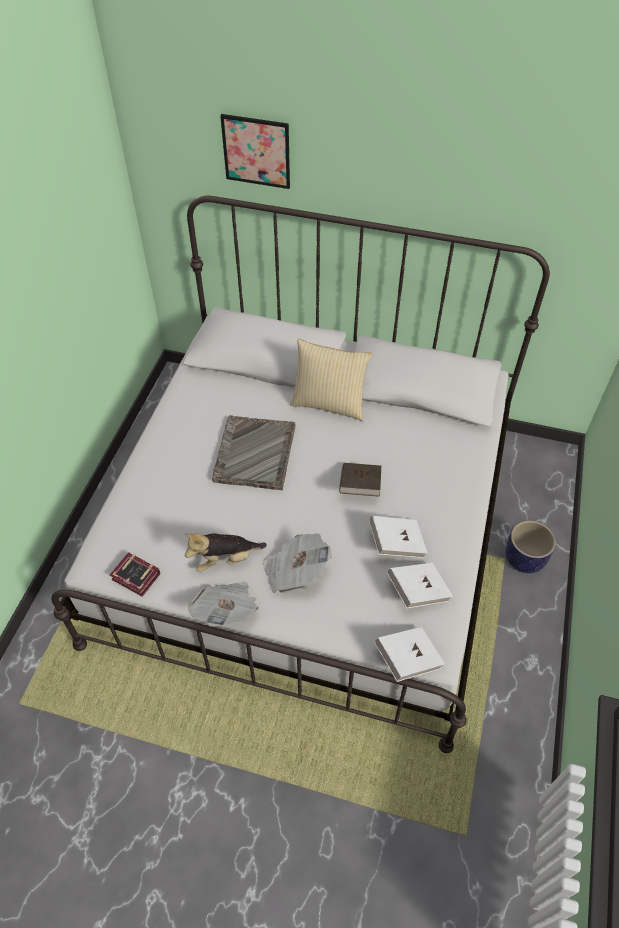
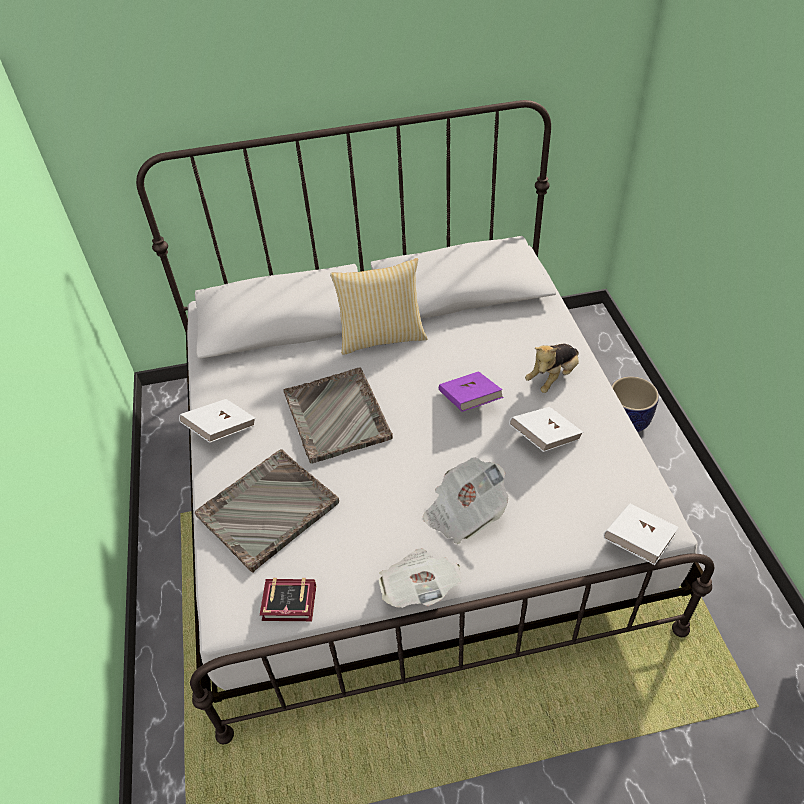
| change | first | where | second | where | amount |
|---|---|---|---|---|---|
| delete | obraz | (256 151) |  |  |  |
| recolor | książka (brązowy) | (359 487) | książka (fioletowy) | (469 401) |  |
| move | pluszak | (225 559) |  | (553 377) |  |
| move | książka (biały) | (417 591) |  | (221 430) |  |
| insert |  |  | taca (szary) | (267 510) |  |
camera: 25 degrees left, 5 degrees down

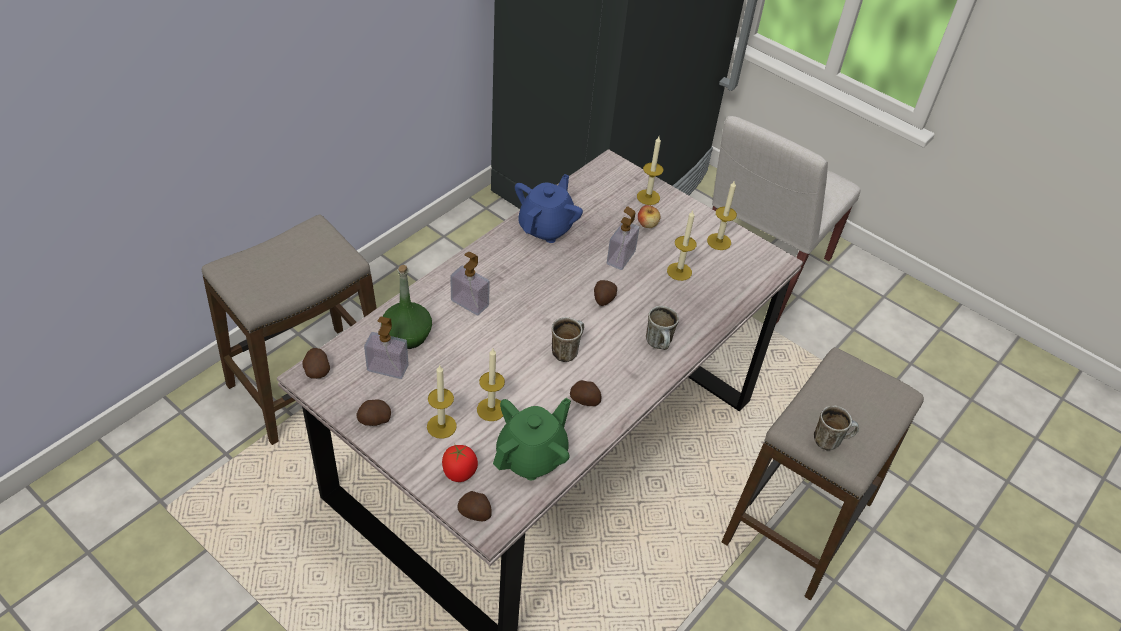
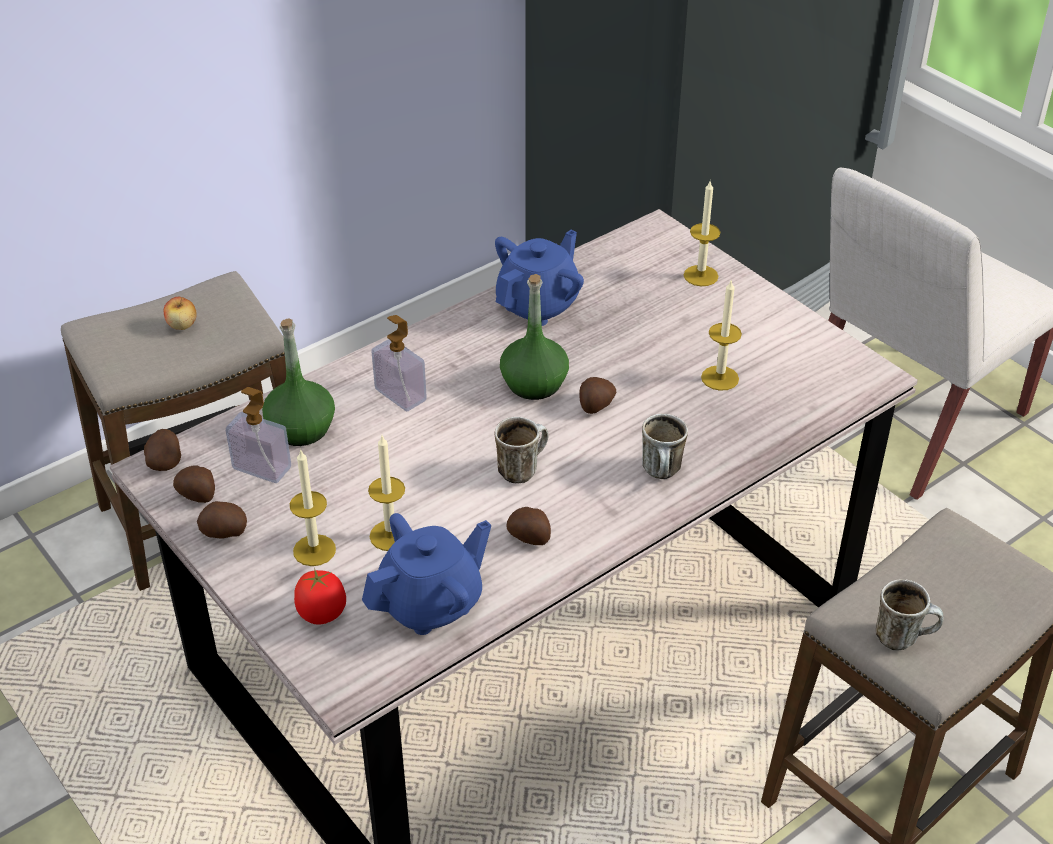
| change | first | where | second | where | amount |
|---|---|---|---|---|---|
| delete | świeca | (719 241) |  |  |  |
| move | jabłko | (647 224) |  | (182 325) |  |
| delete | dozownik mydła | (621 258) |  |  |  |
| recolor | imbryk (zielony) | (532 456) | imbryk (niebieski) | (431 603) |  |
| move | ziemniak | (475 513) |  | (198 495) |  |
| insert |  |  | butelka (zielony) | (534 384) |  |
camera: 15 degrees right, 5 degrees down

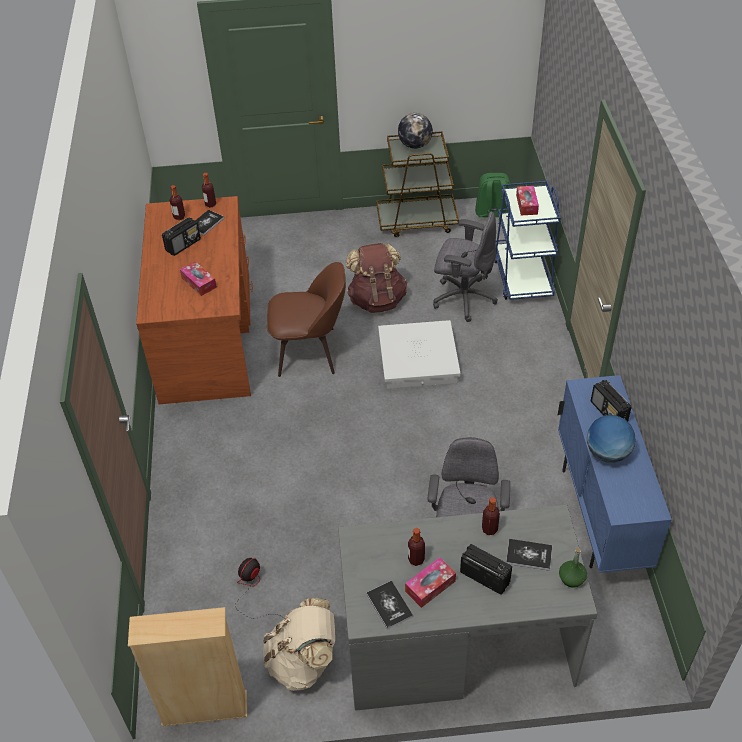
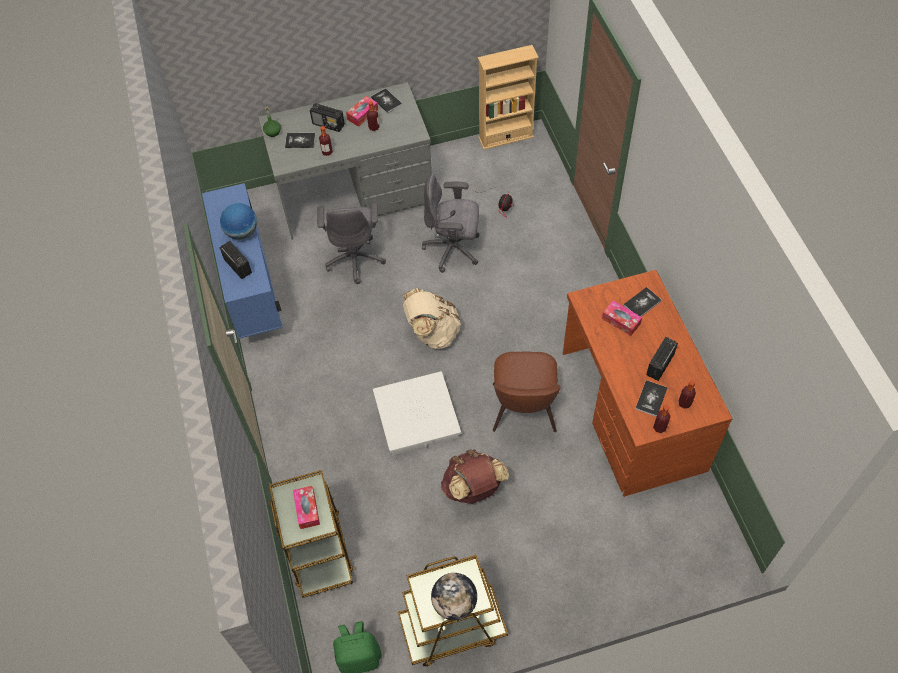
| change | first | where | second | where | amount |
|---|---|---|---|---|---|
| recolor | wózek (niebieski) | (522 277) | wózek (brązowy) | (318 549) |  |
| move | krzesło biurowe (szary) | (463 298) |  | (453 249) |  |
| rotate | krzesło (brązowy) | (310 351) |  | (524 410) | 75 degrees counterclockwise |
| move | plecak (beżowy) | (303 662) |  | (432 332) |  |
| insert |  |  | książka | (642 303) |  |
camera: 170 degrees right, 10 degrees up

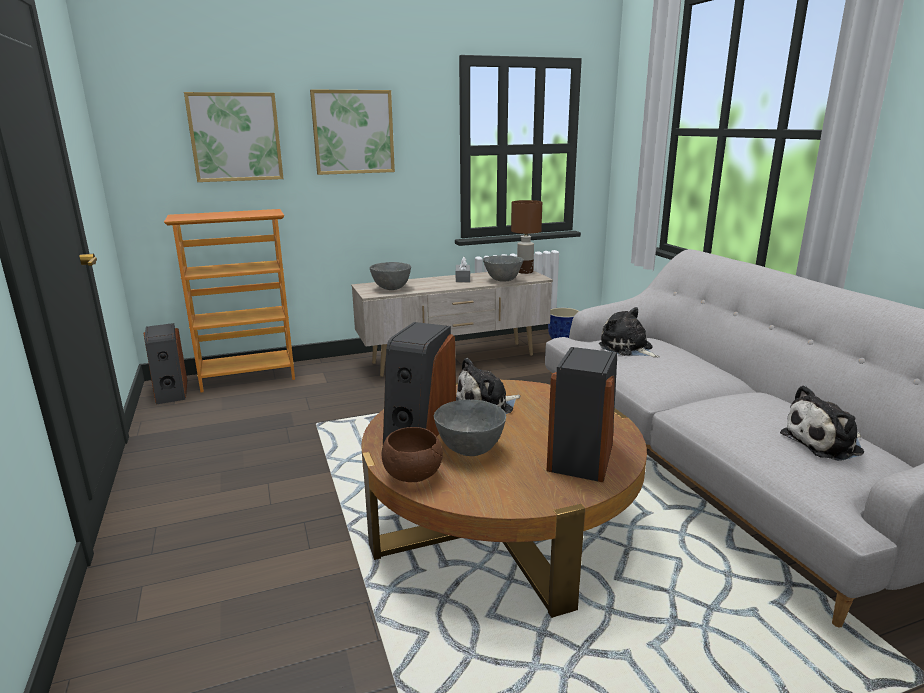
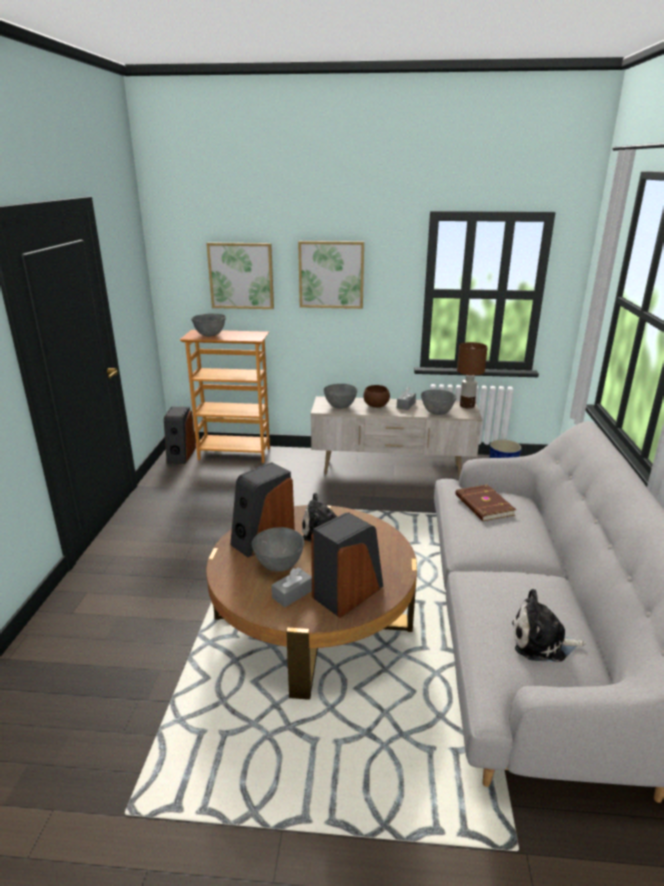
| change | first | where | second | where | amount |
|---|---|---|---|---|---|
| replace | pluszak | (627 348) | książka (brązowy) | (483 505) |  |
| move | miska (brązowy) | (413 476) |  | (376 406) |  |
| insert |  |  | miska (szary) | (209 335) |  |
| insert |  |  | pudełko chusteczek (szary) | (292 594) |  |
camera: 25 degrees right, 5 degrees up

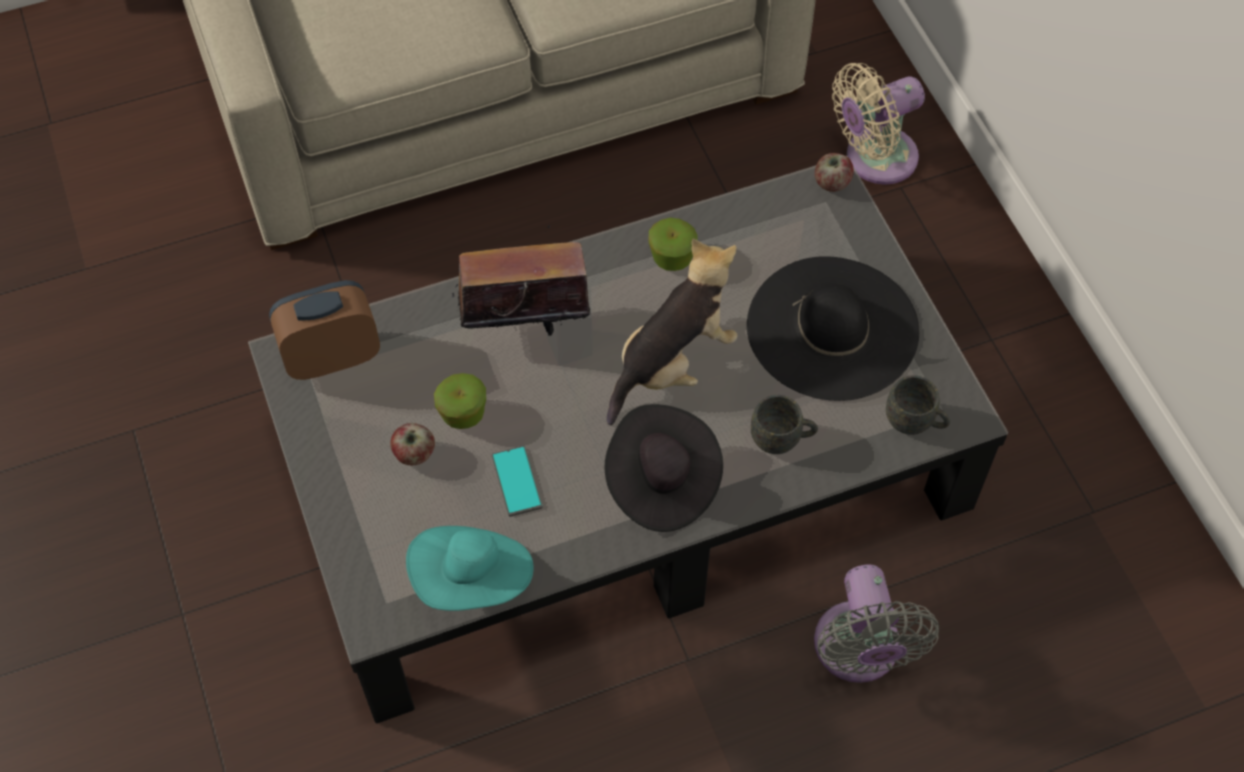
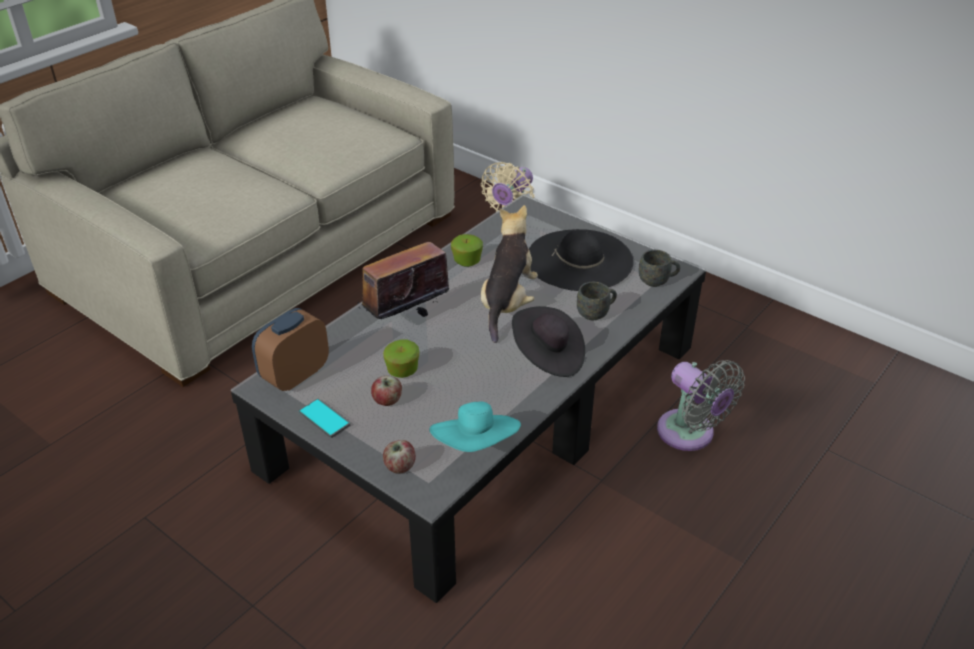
| change | first | where | second | where | amount |
|---|---|---|---|---|---|
| move | jabłko | (831 183) |  | (399 467) |  |
| move | telefon | (517 481) |  | (324 418) |  |
camera: 30 degrees left, 20 degrees down

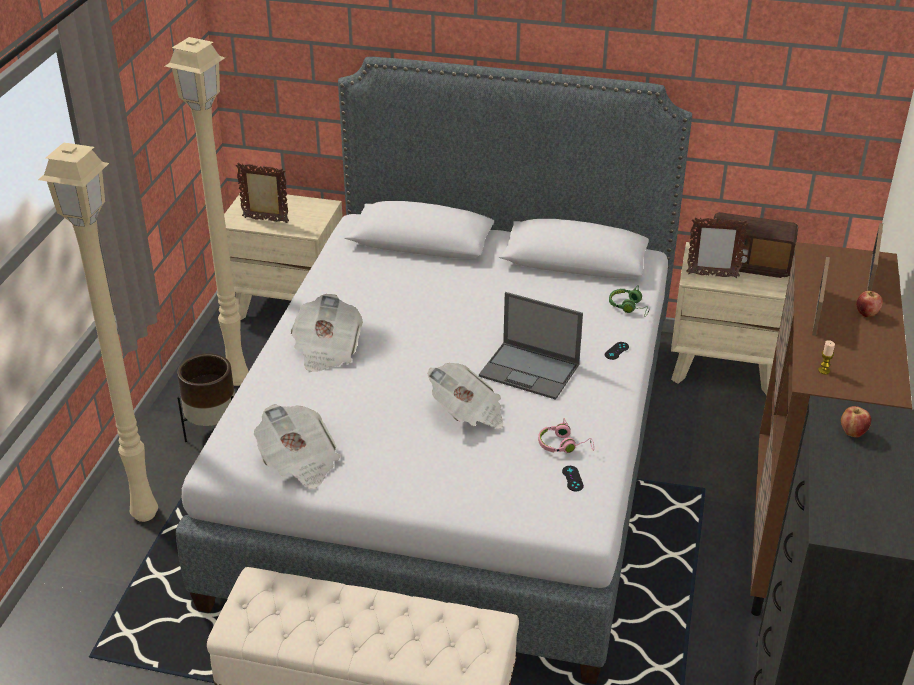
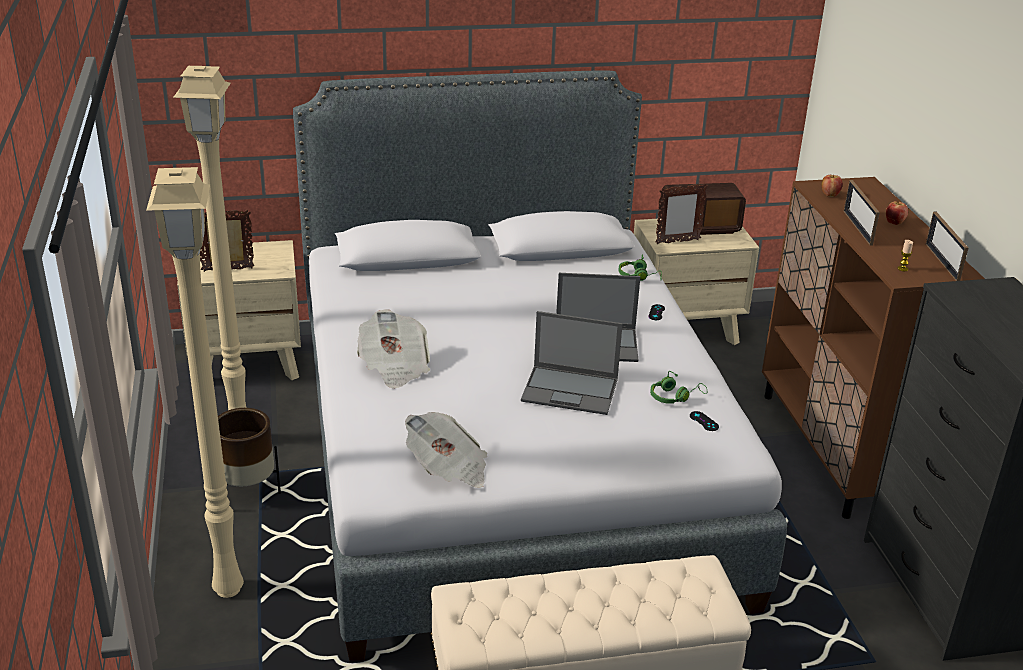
| change | first | where | second | where | amount |
|---|---|---|---|---|---|
| move | ramka na zdjęcie | (871 275) |  | (942 262) |  |
| replace | gazeta | (468 413) | laptop | (571 390) |  |
| move | jabłko | (853 432) |  | (830 195) |  |
| recolor | słuchawki (różowy) | (564 445) | słuchawki (zielony) | (674 396) |  |
camera: 25 degrees left, 5 degrees down

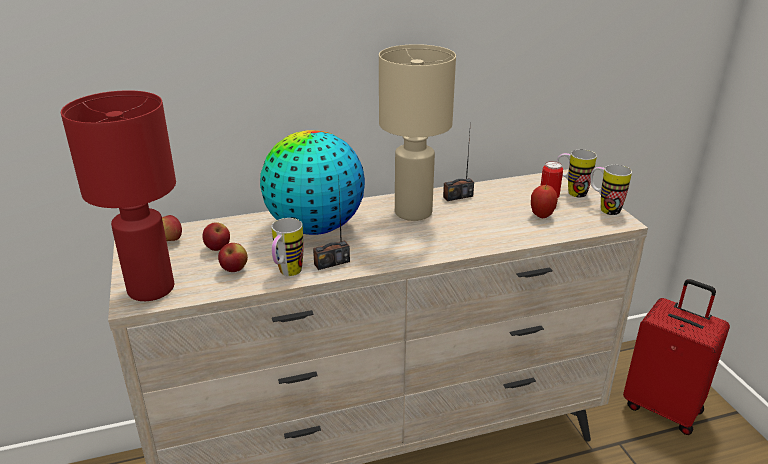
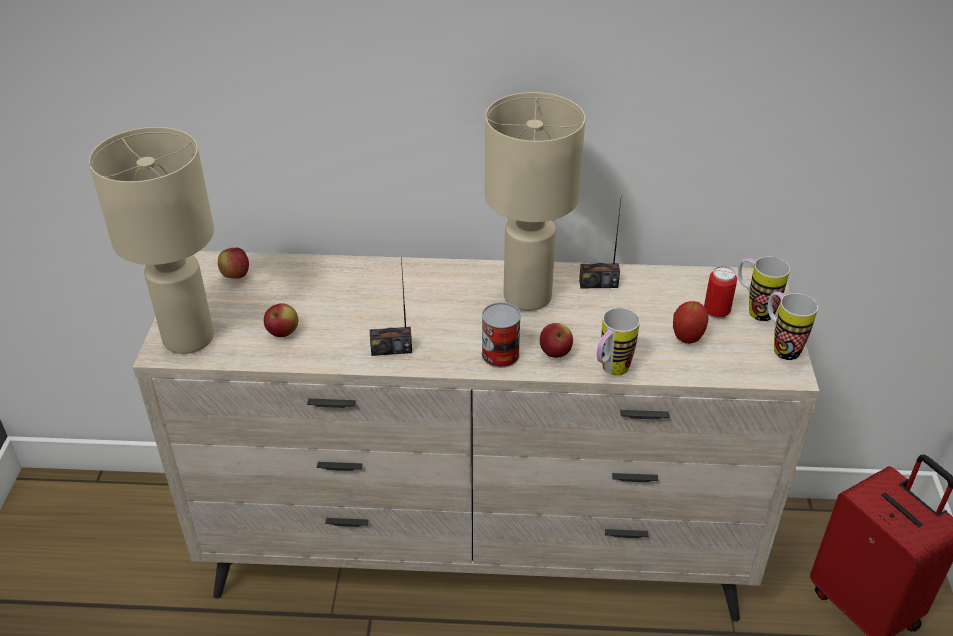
| change | first | where | second | where | amount |
|---|---|---|---|---|---|
| recolor | lampa stołowa (czerwony) | (151 288) | lampa stołowa (beżowy) | (189 337) |  |
| delete | globus | (314 227) |  |  |  |
| move | kubek | (287 274) |  | (610 371) |  |
| move | jabłko | (218 248) |  | (555 353) |  |
| insert |  |  | puszka | (500 355) |  |
camera: 20 degrees right, 10 degrees up

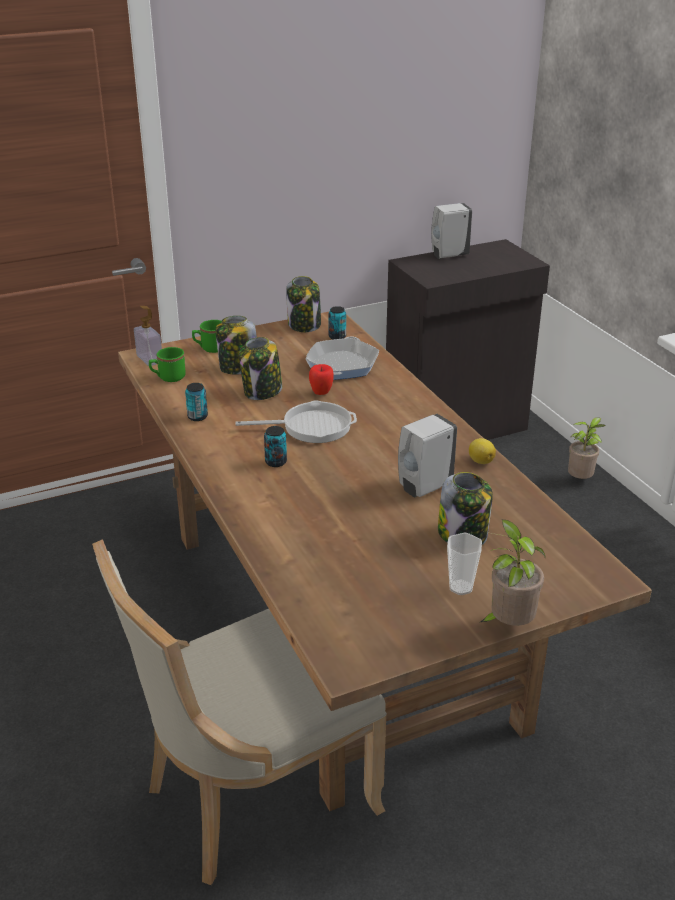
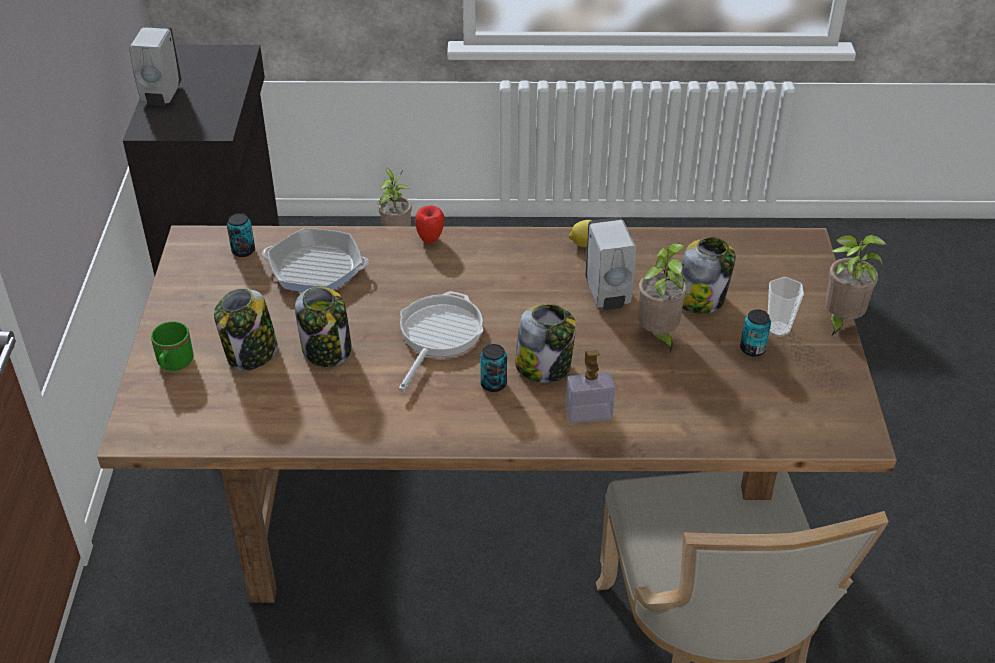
| change | first | where | second | where | amount |
|---|---|---|---|---|---|
| move | słoik | (304 325) |  | (544 366) |  |
| move | dozownik mydła | (149 359) |  | (588 414) |  |
| rotate | patelnia | (342 365) |  | (316 268) | 150 degrees clockwise |
| delete | kubek (zielony) | (168 378) |  |  |  |
| move | jabłko | (321 393) |  | (430 239) |  |
| move | puszka | (197 417) |  | (752 349) |  |
| insert |  |  | roślina doniczkowa | (658 335) |  |
camera: 65 degrees left, 10 degrees up

